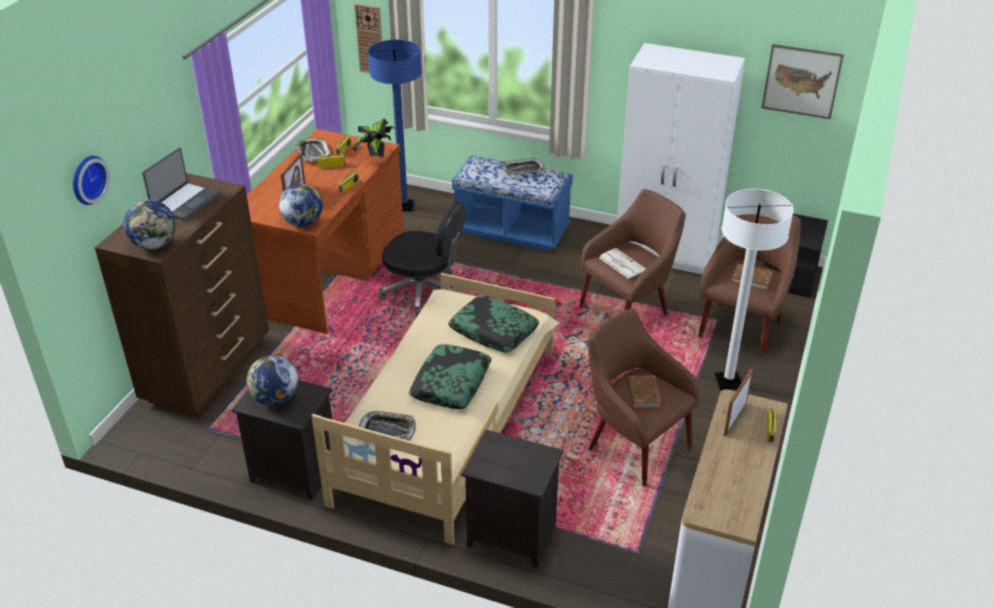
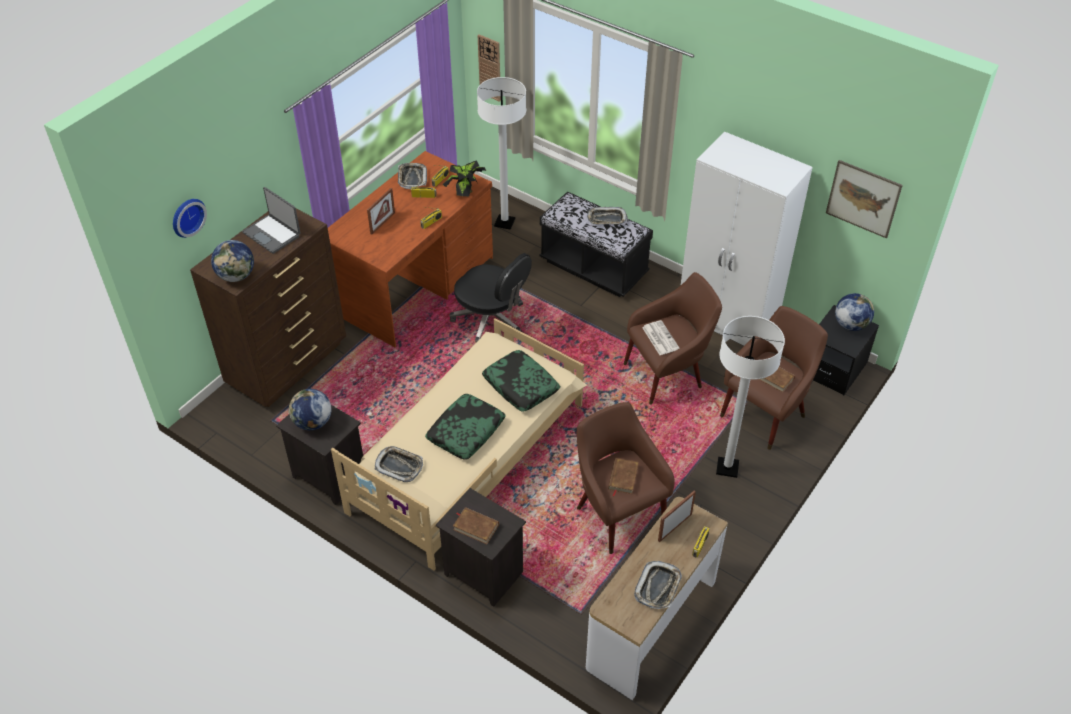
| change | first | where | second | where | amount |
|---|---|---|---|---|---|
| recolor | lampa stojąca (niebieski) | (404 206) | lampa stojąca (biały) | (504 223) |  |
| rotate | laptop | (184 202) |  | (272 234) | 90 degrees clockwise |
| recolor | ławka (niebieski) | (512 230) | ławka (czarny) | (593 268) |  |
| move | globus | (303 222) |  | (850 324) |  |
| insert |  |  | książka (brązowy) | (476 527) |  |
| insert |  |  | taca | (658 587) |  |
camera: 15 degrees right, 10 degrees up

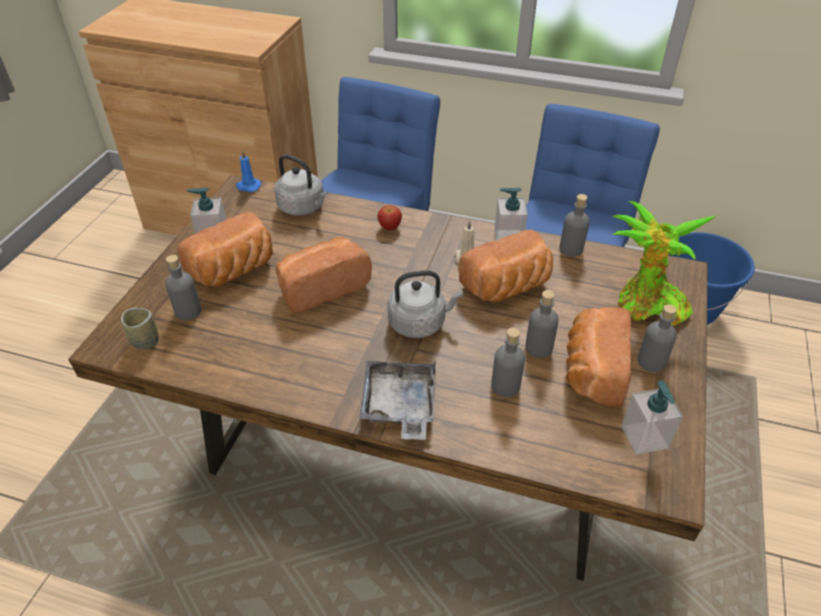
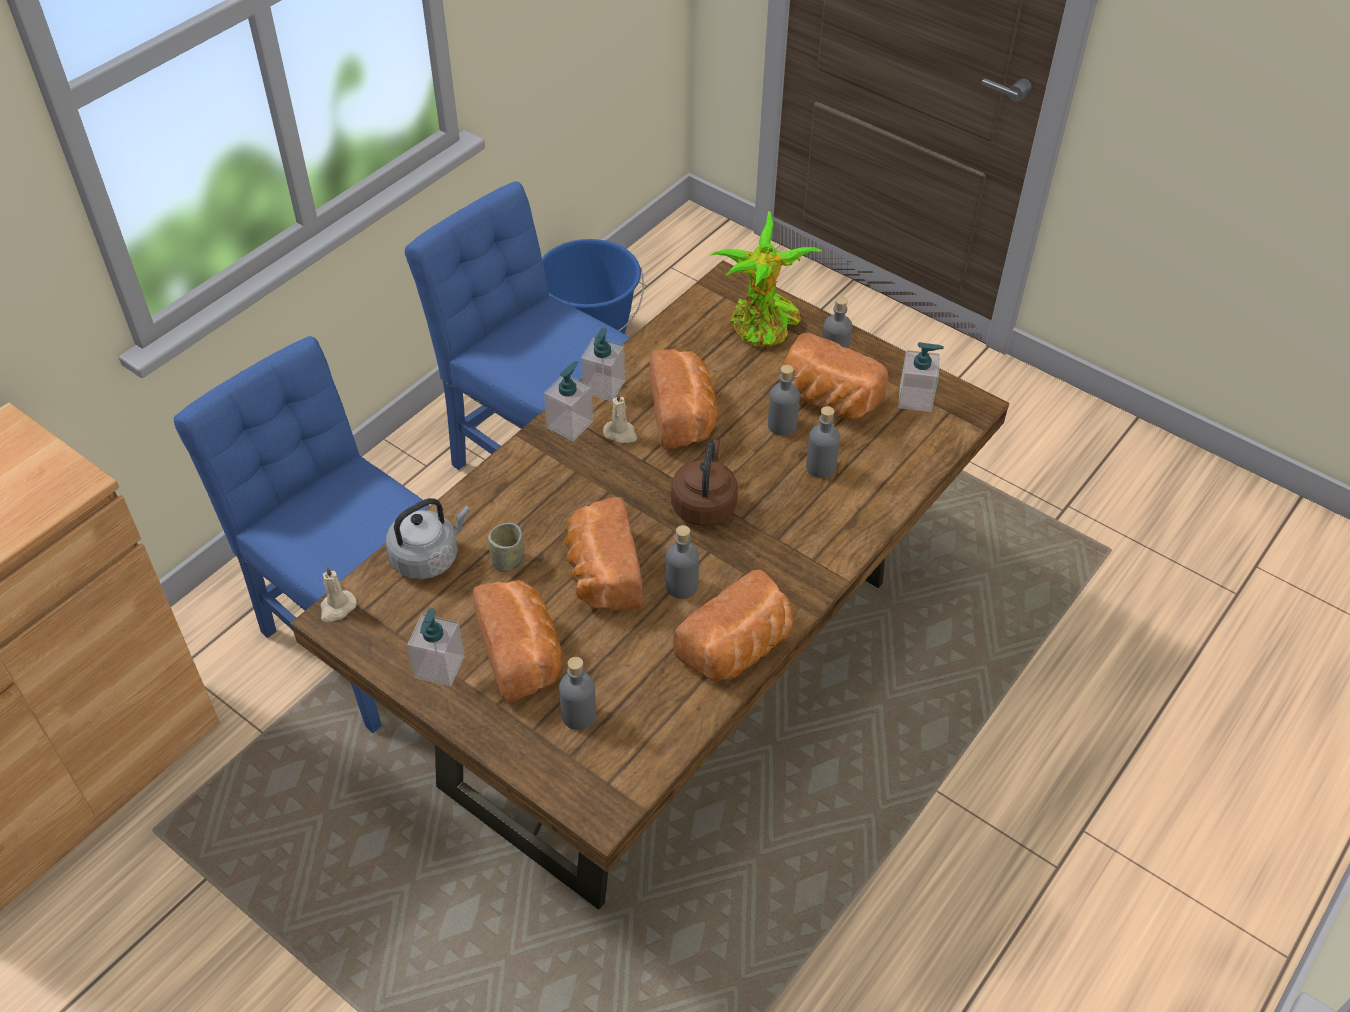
| change | first | where | second | where | amount |
|---|---|---|---|---|---|
| recolor | świeca (niebieski) | (248 186) | świeca (beżowy) | (337 608) |  |
| move | butelka (szary) | (571 249) |  | (681 586) |  |
| delete | jabłko | (389 227) |  |  |  |
| recolor | czajnik (szary) | (420 323) | czajnik (brązowy) | (704 504) |  |
| move | filiżanka | (145 341) |  | (508 561) |  |
| delete | taca (szary) | (399 406) |  |  |  |
| insert |  |  | dozownik mydła | (570 425) |  |
| insert |  |  | chleb | (738 649) |  |
camera: 70 degrees left, 5 degrees up

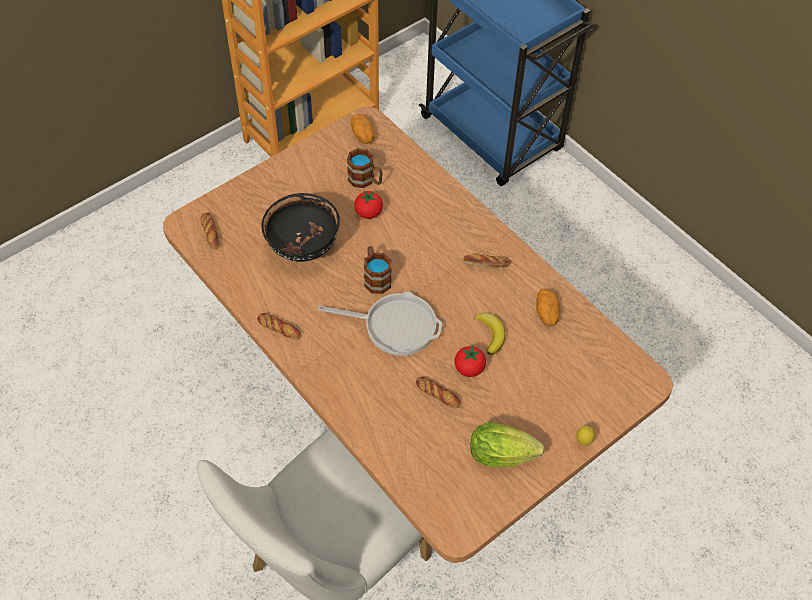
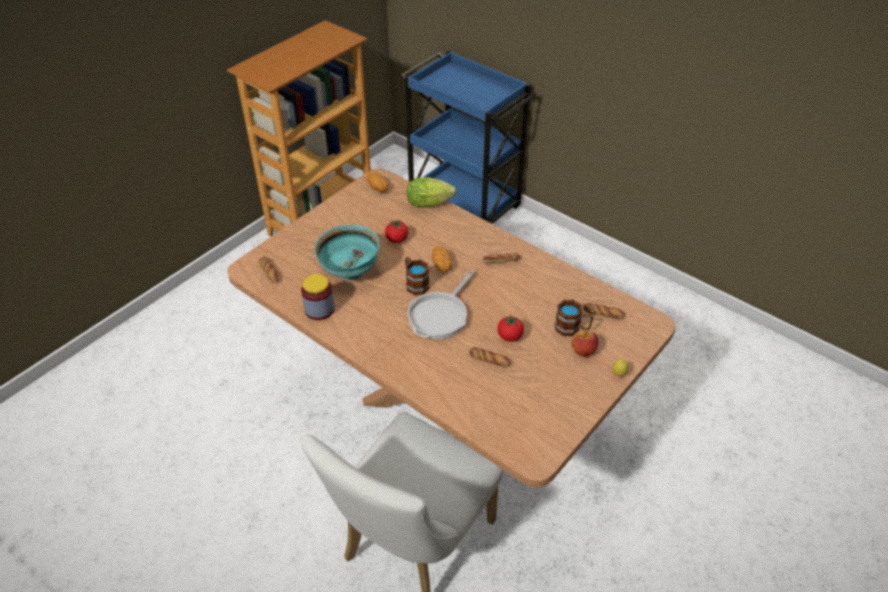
| change | first | where | second | where | amount |
|---|---|---|---|---|---|
| move | kubek | (365 180) |  | (572 329) |  |
| recolor | miska (czarny) | (304 250) | miska (turkusowy) | (350 272) |  |
| move | ziemniak | (546 313) |  | (442 265) |  |
| rotate | patelnia | (395 326) |  | (440 315) | 120 degrees clockwise |
| move | chleb | (279 328) |  | (603 313) |  |
| delete | banan | (490 334) |  |  |  |
| move | sałata | (505 455) |  | (431 203) |  |
| insert |  |  | słoik | (319 309) |  |
| insert |  |  | jabłko | (583 351) |  |
camera: 10 degrees left, 10 degrees down

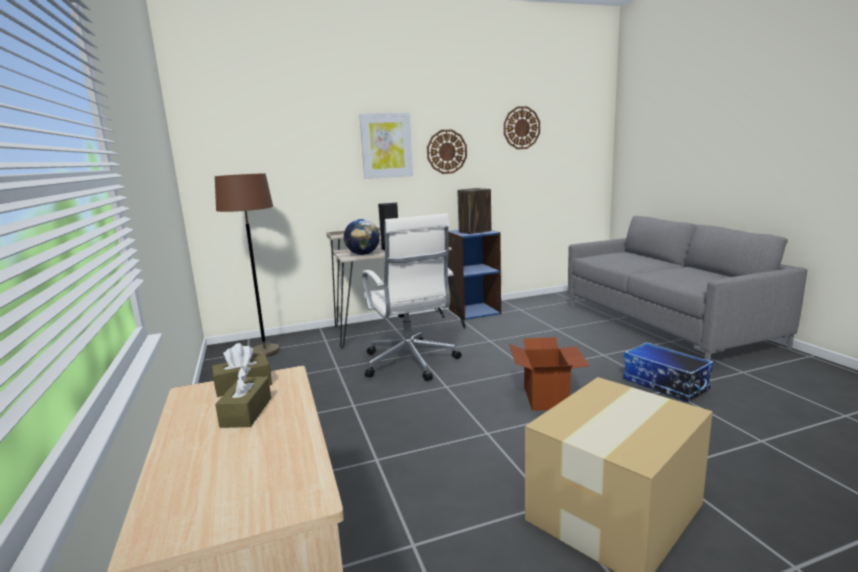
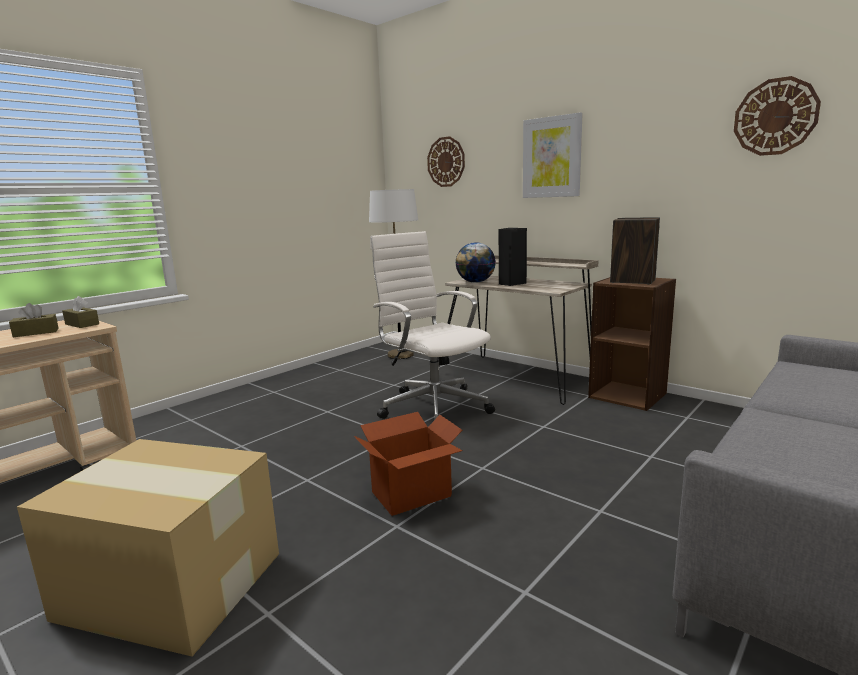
| change | first | where | second | where | amount |
|---|---|---|---|---|---|
| move | zegar ścienny | (446 151) |  | (446 162) |  |
| recolor | lampa stojąca (brązowy) | (265 351) | lampa stojąca (biały) | (400 355) |  |
| rotate | krzesło biurowe (biały) | (410 363) |  | (433 407) | 105 degrees clockwise |
| recolor | regał (niebieski) | (474 311) | regał (brązowy) | (628 395) |  |
| delete | pojemnik do przechowywania | (664 385) |  |  |  |
camera: 60 degrees right, 0 degrees up

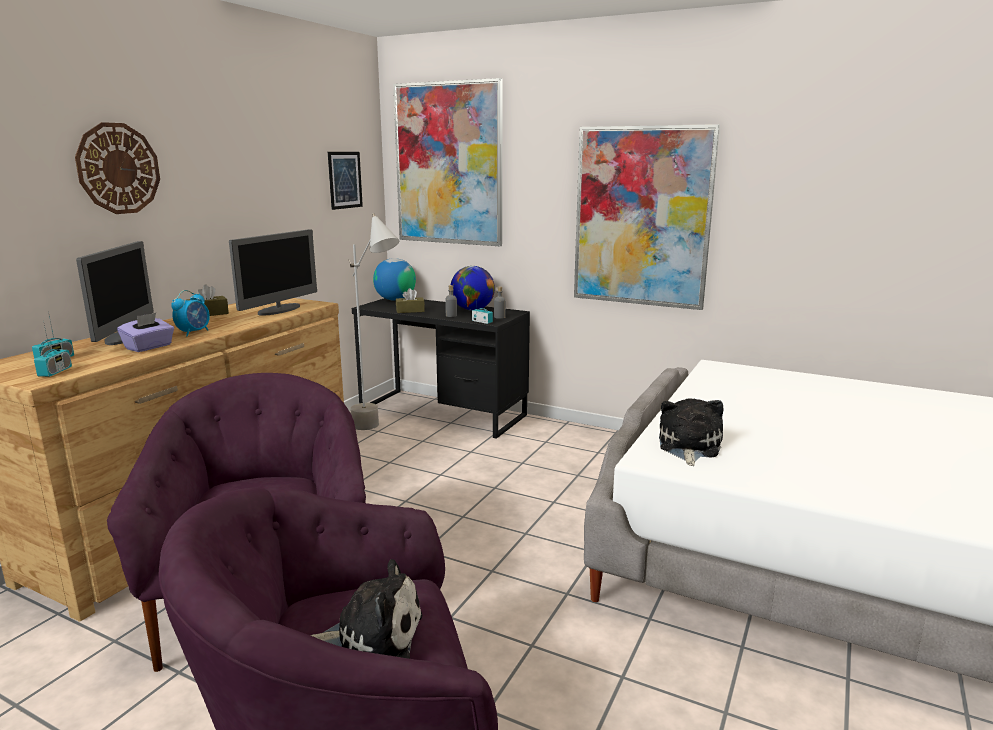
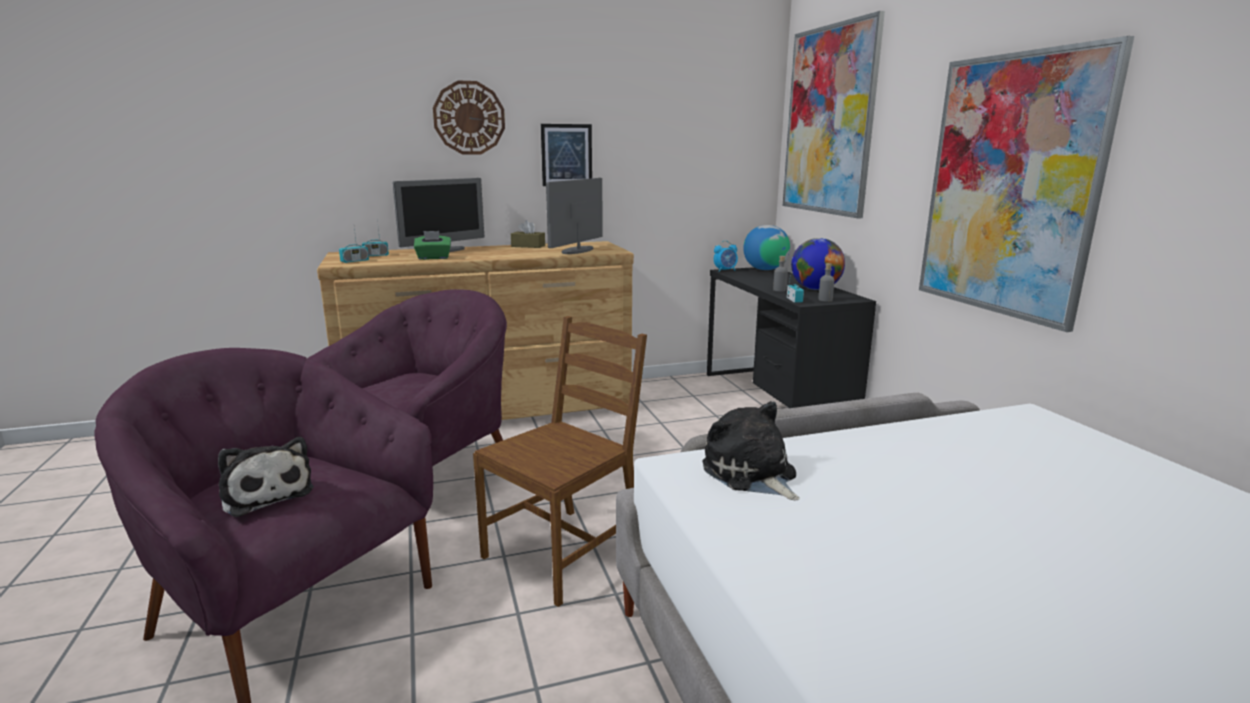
| change | first | where | second | where | amount |
|---|---|---|---|---|---|
| move | obraz | (345 180) |  | (566 155) |  |
| delete | lampa stojąca (szary) | (378 431) |  |  |  |
| rotate | monitor | (279 310) |  | (577 250) | 135 degrees clockwise |
| delete | pudełko chusteczek (brązowy) | (410 311) |  |  |  |
| move | budzik | (194 332) |  | (725 270) |  |
| recolor | pudełko chusteczek (fioletowy) | (149 347) | pudełko chusteczek (zielony) | (433 258) |  |
| rotate | pluszak | (688 447) |  | (751 474) | 90 degrees counterclockwise |
| insert |  |  | krzesło (brązowy) | (564 552) |  |
camera: 45 degrees right, 0 degrees up

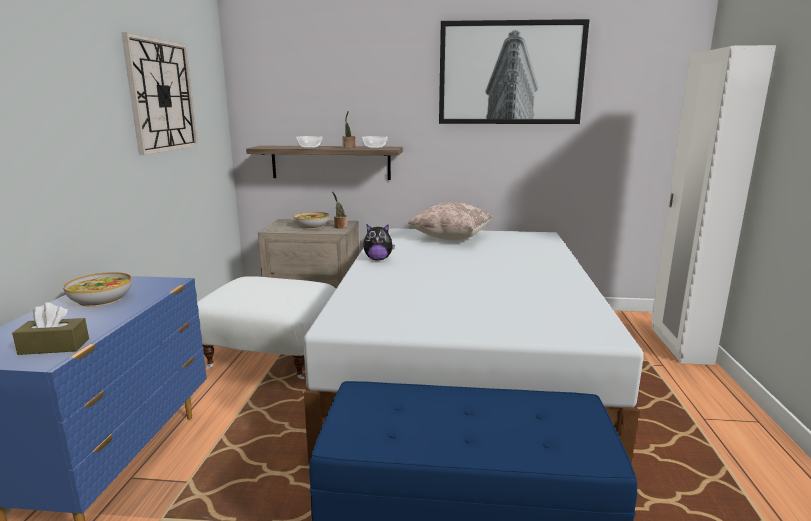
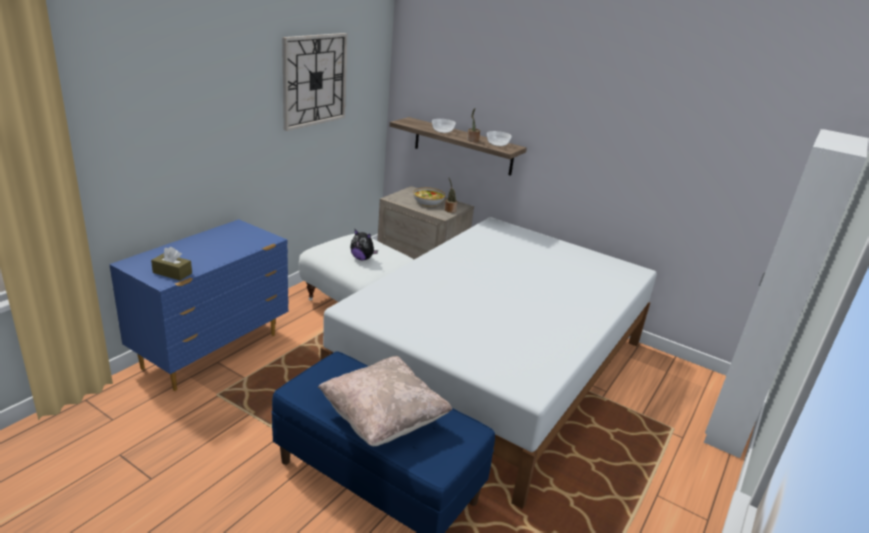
| change | first | where | second | where | amount |
|---|---|---|---|---|---|
| delete | obraz | (510 73) |  |  |  |
| move | poduszka (beżowy) | (451 238) |  | (383 419) |  |
| move | pluszak | (378 259) |  | (362 258) |  |
| delete | miska | (101 299) |  |  |  |
camera: 25 degrees right, 10 degrees up

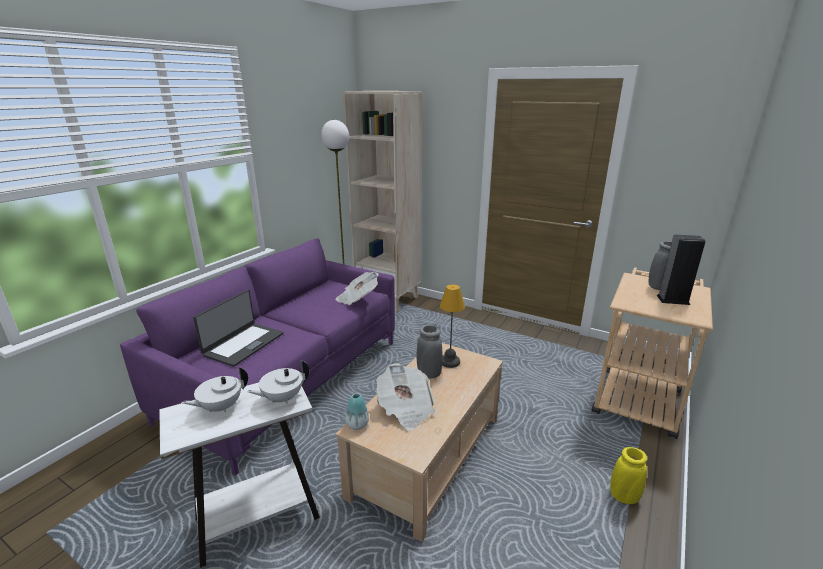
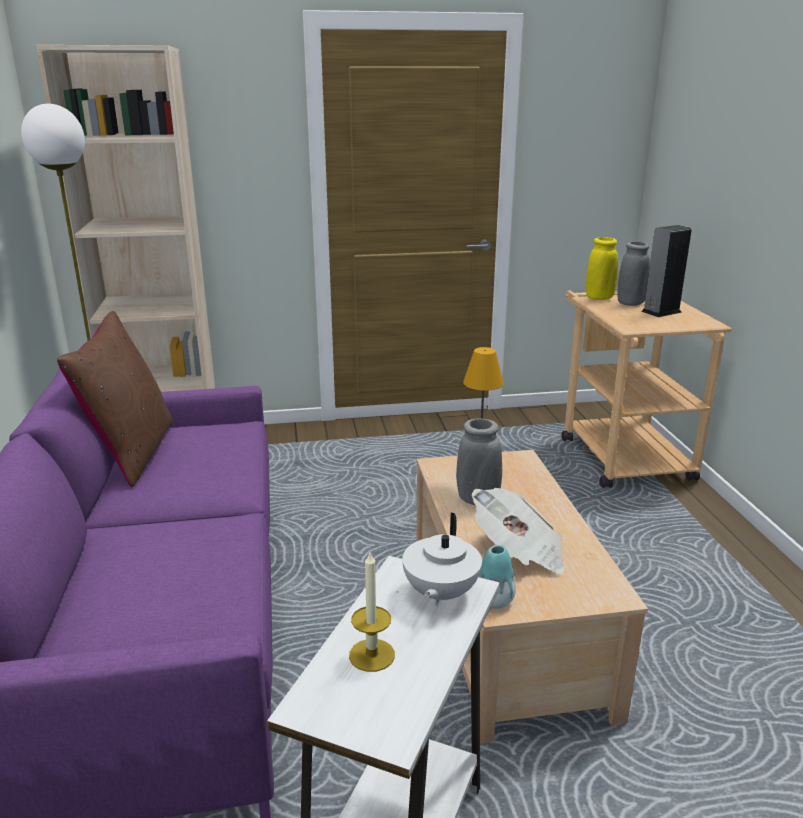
| change | first | where | second | where | amount |
|---|---|---|---|---|---|
| delete | gazeta | (357 298) |  |  |  |
| delete | laptop | (243 344) |  |  |  |
| replace | imbryk (biały) | (220 407) | świeca | (372 655) |  |
| move | wazon (żółty) | (623 496) |  | (599 298) |  |
| insert |  |  | poduszka (brązowy) | (131 452) |  |
camera: 40 degrees left, 0 degrees up

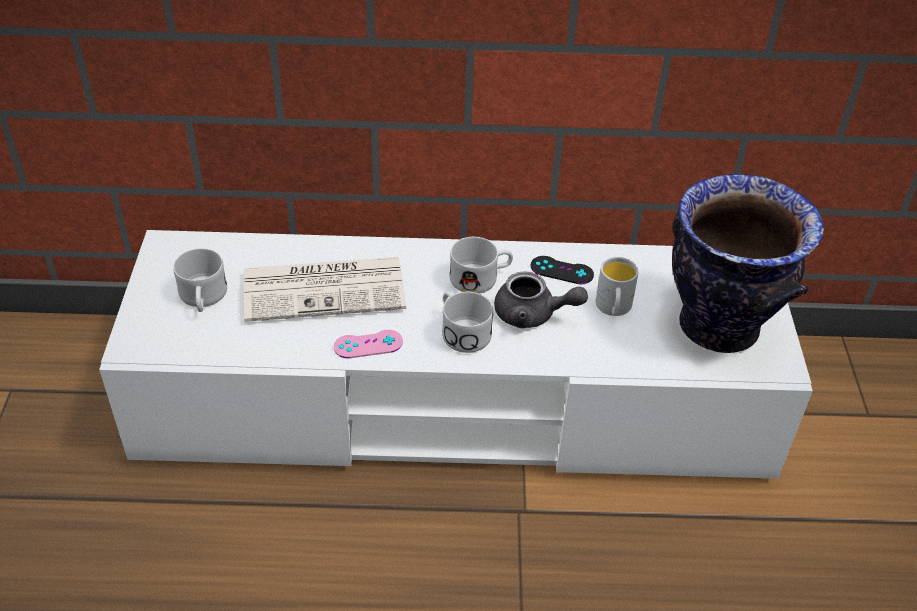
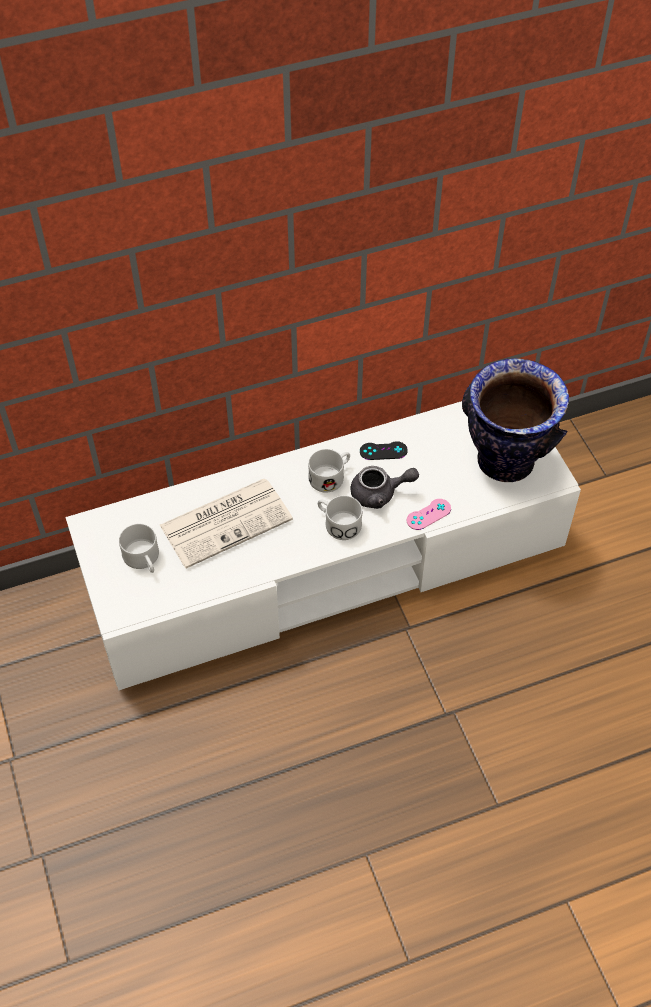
| change | first | where | second | where | amount |
|---|---|---|---|---|---|
| delete | kubek (biały) | (613 309) |  |  |  |
| move | pad do gier (różowy) | (368 344) |  | (428 514) |  |
camera: 20 degrees left, 10 degrees up

